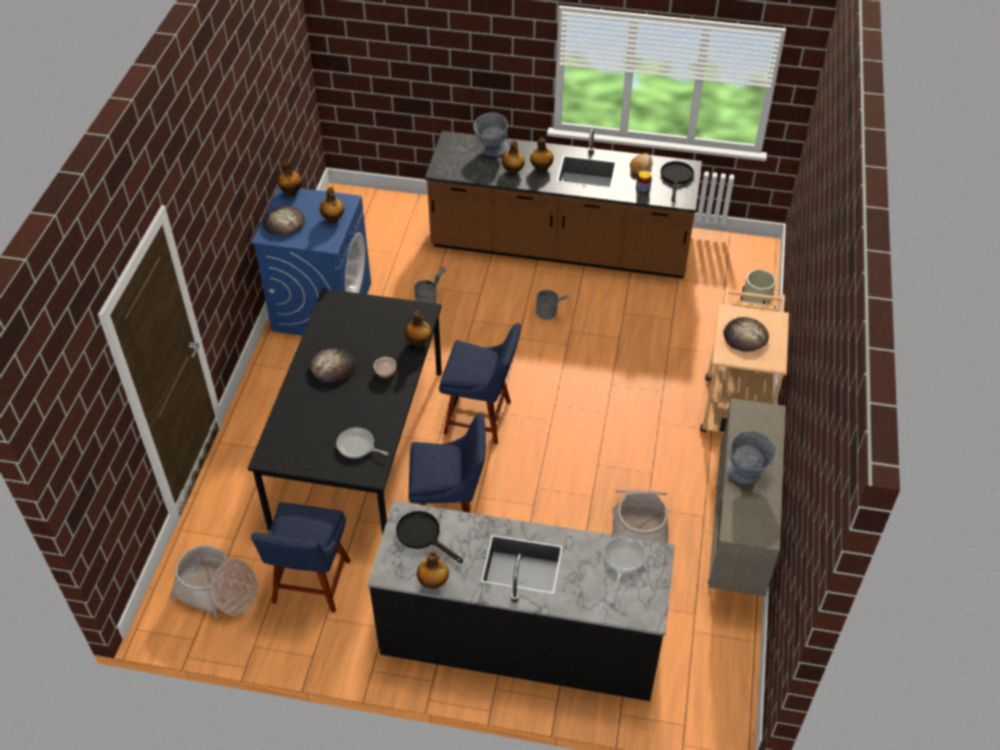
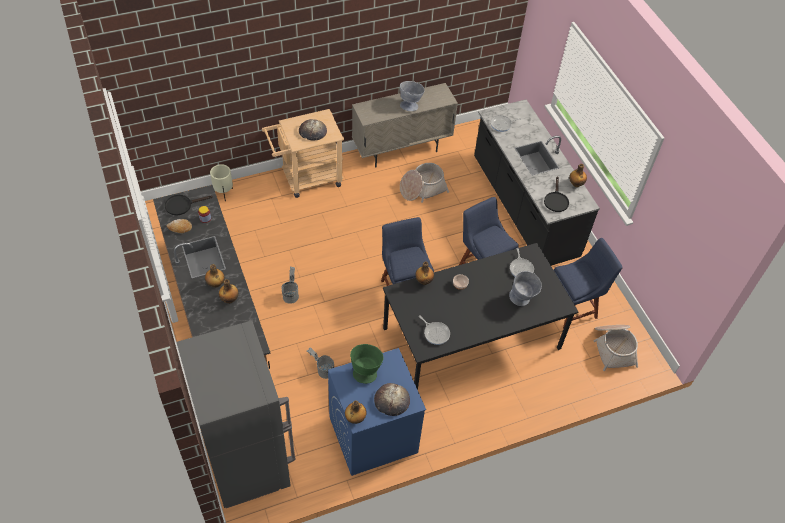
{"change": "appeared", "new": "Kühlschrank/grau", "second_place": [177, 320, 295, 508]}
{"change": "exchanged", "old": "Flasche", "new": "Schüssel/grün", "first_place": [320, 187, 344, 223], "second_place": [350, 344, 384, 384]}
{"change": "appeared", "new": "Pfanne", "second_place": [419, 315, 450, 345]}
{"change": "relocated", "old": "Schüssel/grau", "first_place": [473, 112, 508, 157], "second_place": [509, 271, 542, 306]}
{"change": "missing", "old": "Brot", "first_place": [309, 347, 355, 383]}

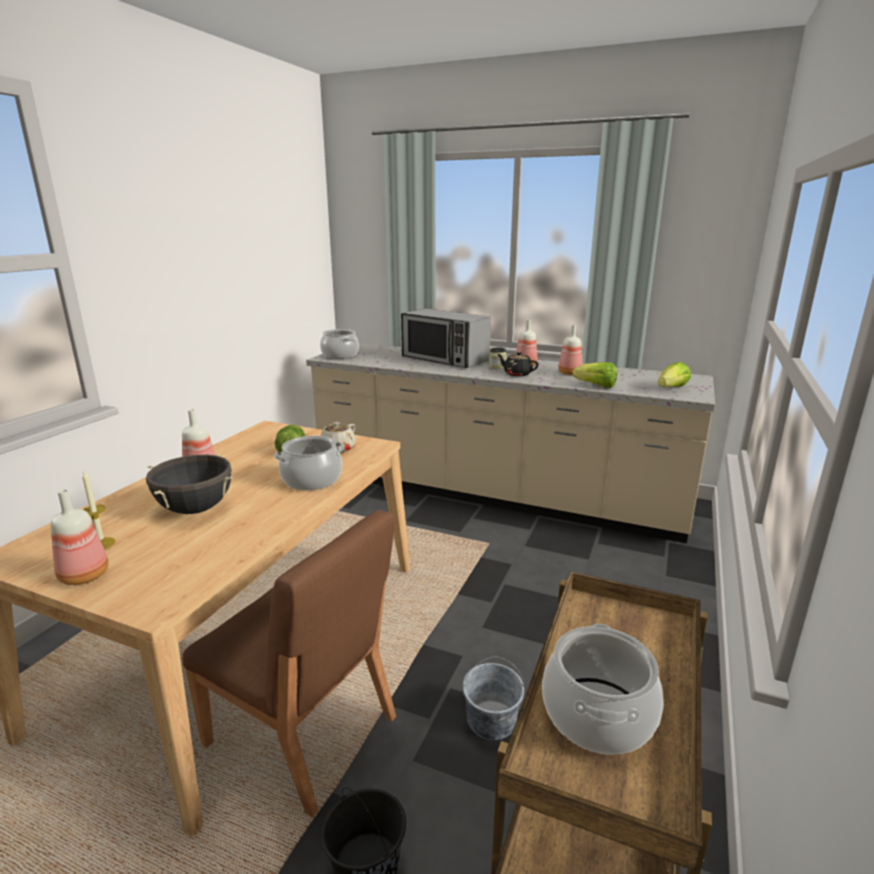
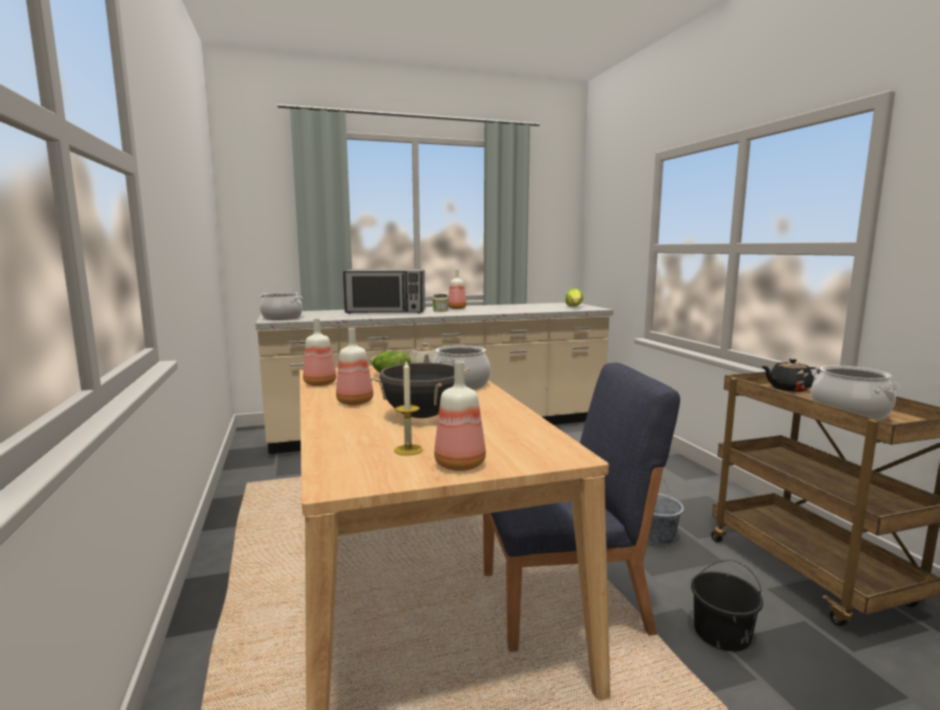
{"change": "relocated", "old": "Flasche", "first_place": [558, 325, 583, 375], "second_place": [303, 318, 336, 386]}
{"change": "colour", "old": "Stuhl/braun", "new": "Stuhl/blau", "first_place": [183, 510, 396, 817], "second_place": [483, 363, 680, 652]}
{"change": "relocated", "old": "Teekanne/schwarz", "first_place": [497, 352, 539, 376], "second_place": [761, 359, 819, 392]}
{"change": "missing", "old": "Salatkopf", "first_place": [573, 362, 617, 388]}

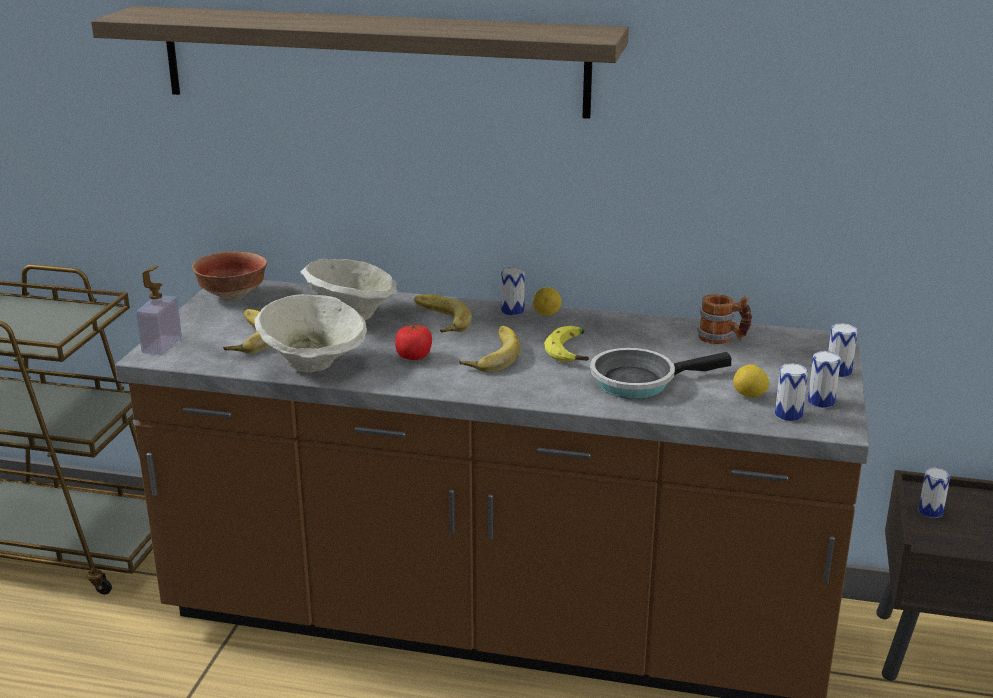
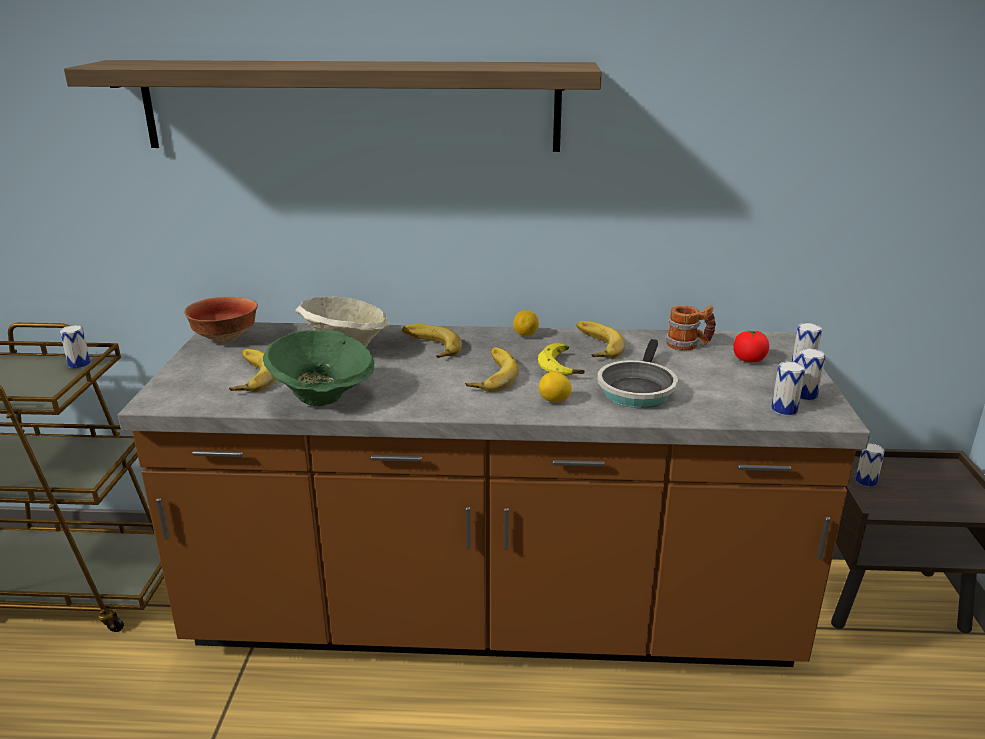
{"change": "relocated", "old": "Dose", "first_place": [501, 267, 525, 316], "second_place": [60, 325, 91, 368]}
{"change": "colour", "old": "Schüssel/beige", "new": "Schüssel/grün", "first_place": [255, 294, 367, 373], "second_place": [263, 330, 374, 406]}
{"change": "relocated", "old": "Zitrone", "first_place": [733, 364, 769, 398], "second_place": [539, 372, 572, 402]}
{"change": "appeared", "new": "Banane", "second_place": [577, 321, 625, 359]}
{"change": "spun", "old": "Pfanne", "first_place": [590, 348, 731, 399], "second_place": [597, 339, 678, 408], "degrees": -45}
{"change": "relocated", "old": "Tomate", "first_place": [395, 324, 432, 360], "second_place": [733, 330, 769, 362]}
{"change": "missing", "old": "Seifenspender", "first_place": [136, 266, 182, 355]}

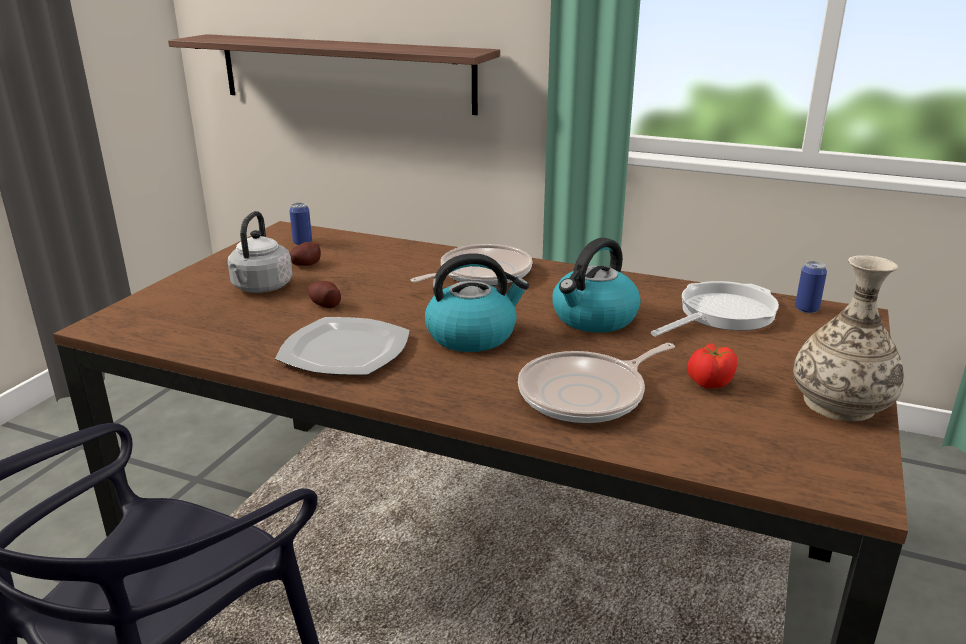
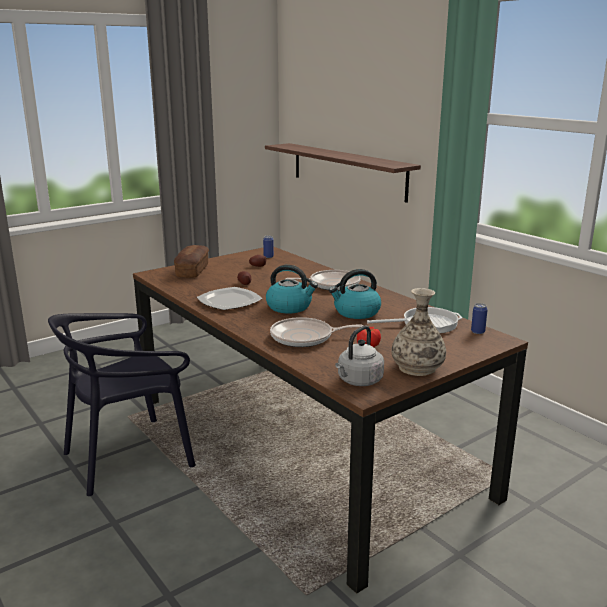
{"change": "appeared", "new": "Brot", "second_place": [174, 245, 209, 278]}
{"change": "relocated", "old": "Wasserkessel/grau", "first_place": [228, 211, 293, 293], "second_place": [335, 326, 384, 386]}

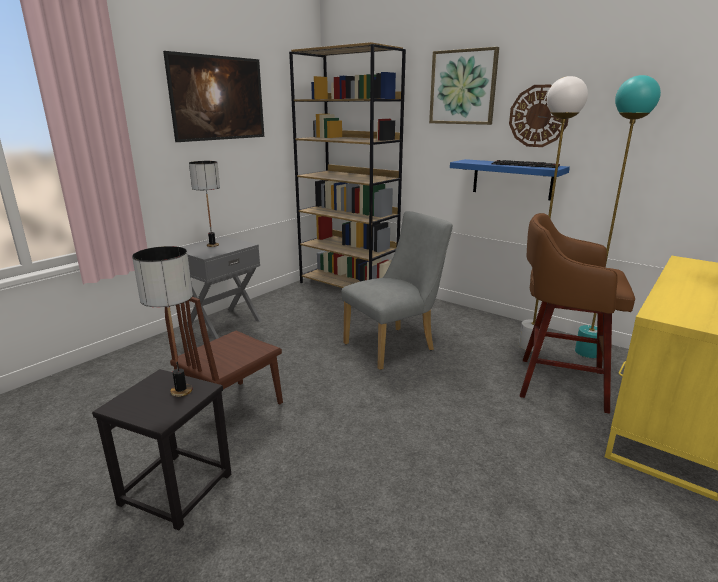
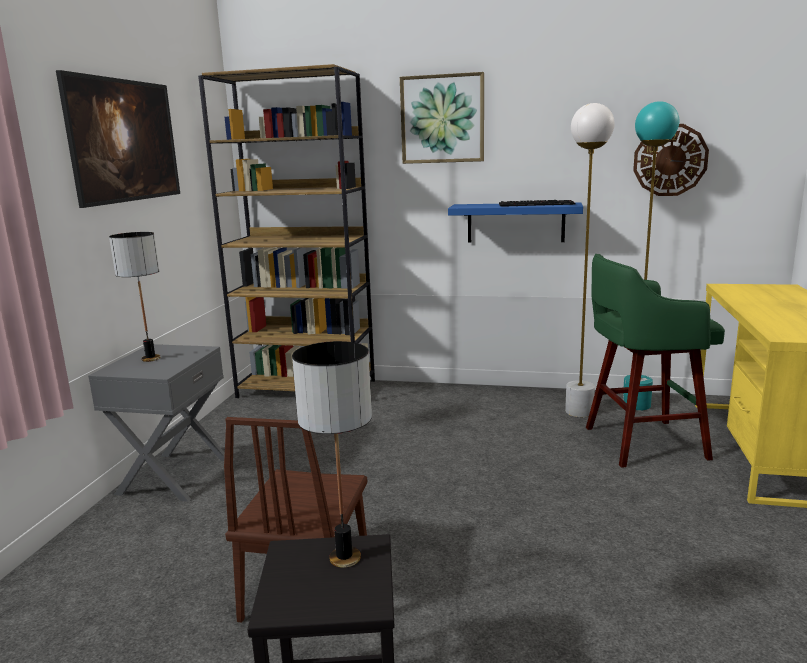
{"change": "colour", "old": "Hocker/braun", "new": "Hocker/grün", "first_place": [520, 213, 635, 414], "second_place": [586, 254, 725, 468]}
{"change": "relocated", "old": "Wanduhr", "first_place": [509, 84, 568, 147], "second_place": [633, 124, 709, 196]}
{"change": "missing", "old": "Stuhl/grau", "first_place": [341, 211, 453, 370]}

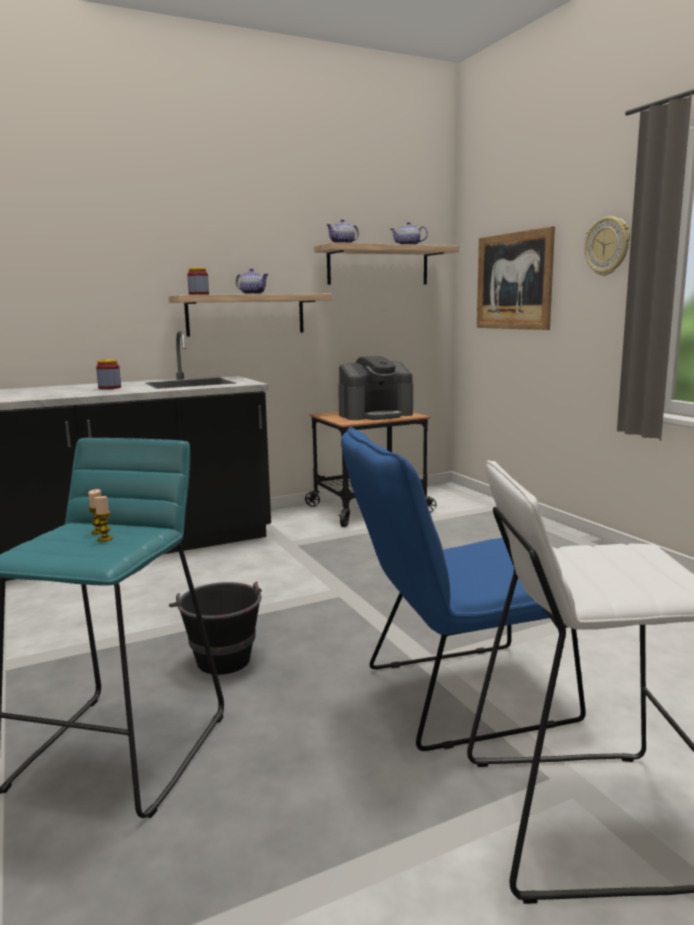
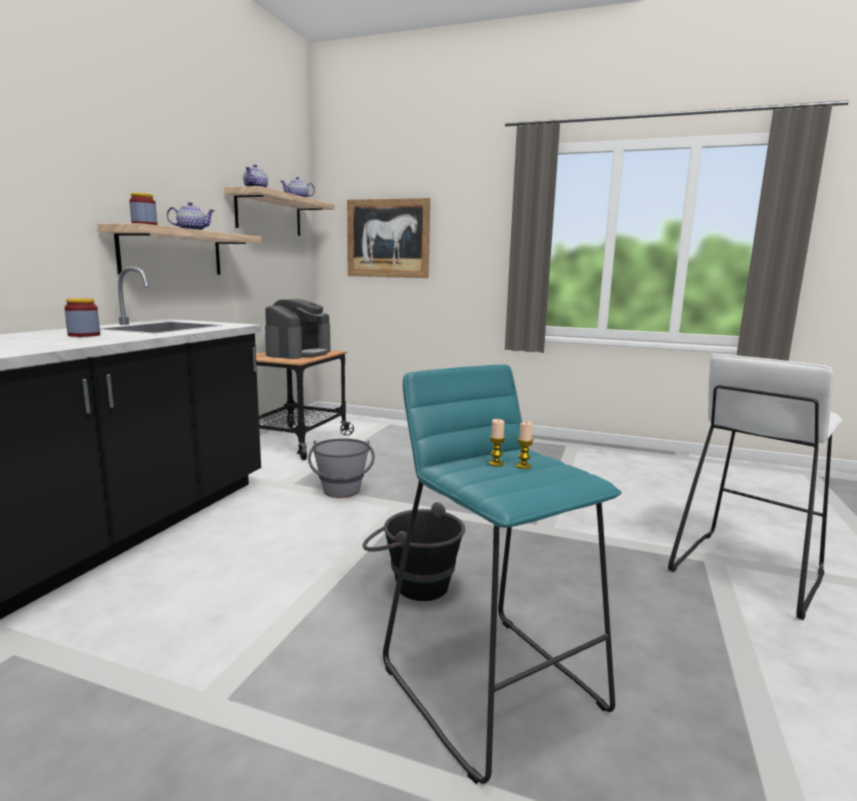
{"change": "appeared", "new": "Eimer/grau", "second_place": [308, 438, 375, 498]}
{"change": "missing", "old": "Stuhl/blau", "first_place": [341, 426, 586, 751]}
{"change": "missing", "old": "Wanduhr", "first_place": [584, 216, 630, 276]}

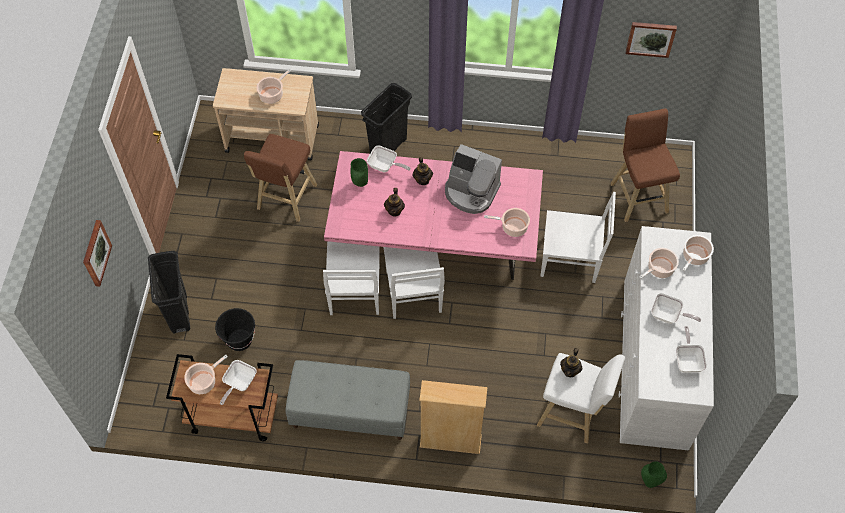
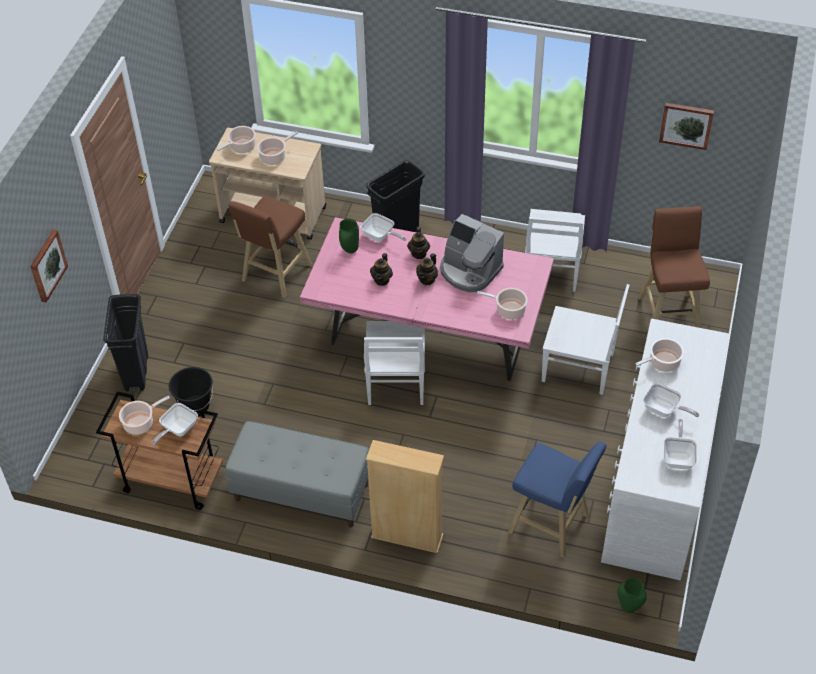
{"change": "relocated", "old": "Kochtopf", "first_place": [682, 235, 714, 271], "second_place": [217, 126, 256, 153]}
{"change": "relocated", "old": "Teekanne", "first_place": [560, 348, 582, 377], "second_place": [416, 253, 438, 285]}
{"change": "colour", "old": "Hocker/weiß", "new": "Hocker/blau", "first_place": [537, 353, 625, 444], "second_place": [508, 441, 607, 558]}
{"change": "relocated", "old": "Stuhl/weiß", "first_place": [323, 242, 380, 315], "second_place": [525, 209, 585, 292]}

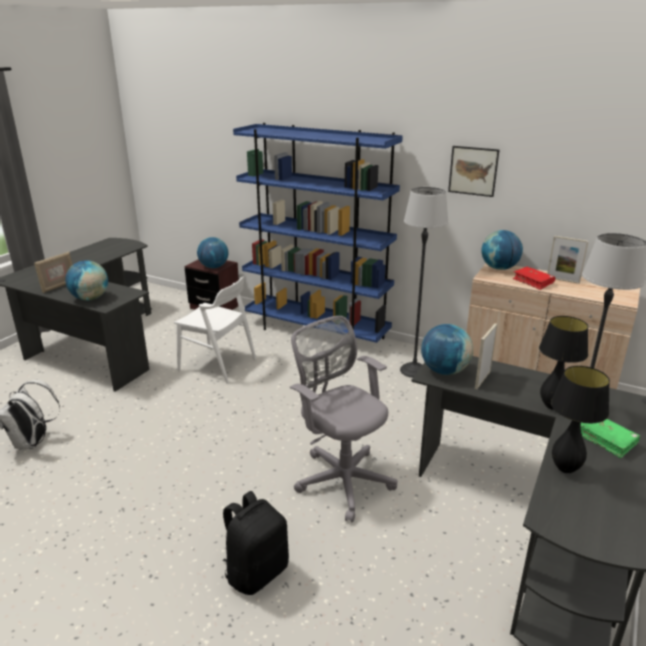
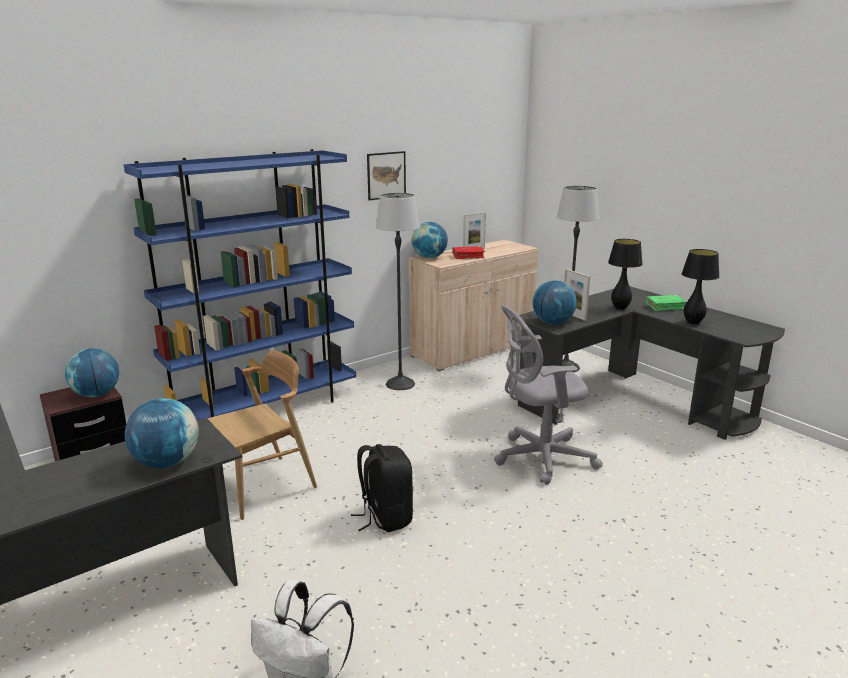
{"change": "colour", "old": "Stuhl/weiß", "new": "Stuhl/braun", "first_place": [174, 277, 256, 384], "second_place": [207, 350, 317, 520]}
{"change": "relocated", "old": "Rucksack/schwarz", "first_place": [223, 491, 289, 595], "second_place": [351, 444, 413, 532]}
{"change": "missing", "old": "Bilderrahmen", "first_place": [34, 252, 72, 293]}

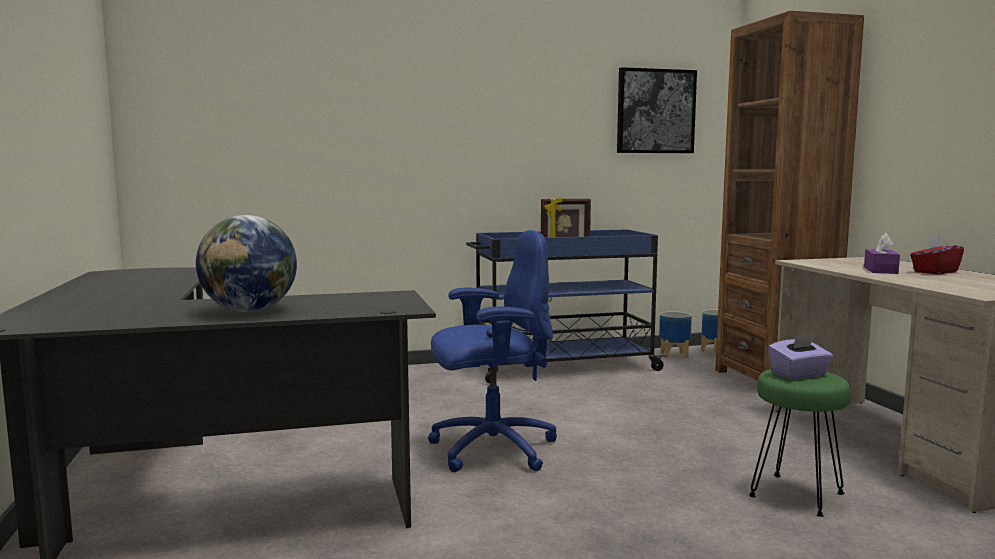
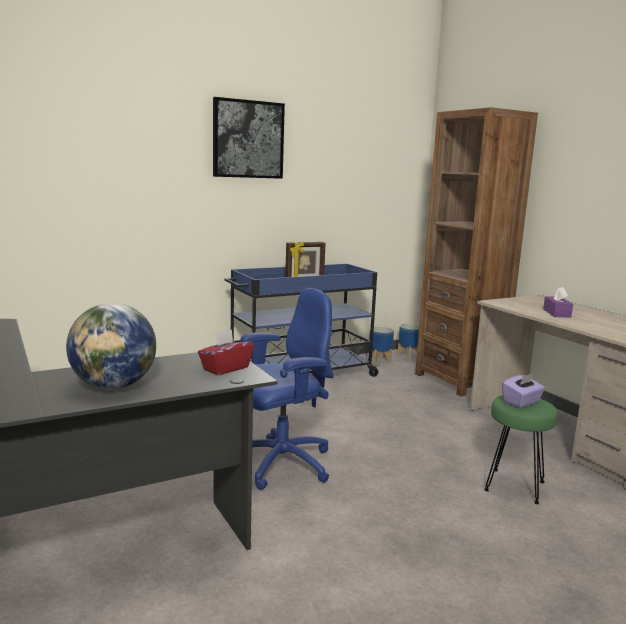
{"change": "relocated", "old": "Taschentuchbox/rot", "first_place": [910, 235, 964, 274], "second_place": [198, 329, 254, 375]}
{"change": "relocated", "old": "Bild", "first_place": [617, 67, 697, 153], "second_place": [213, 97, 285, 179]}

